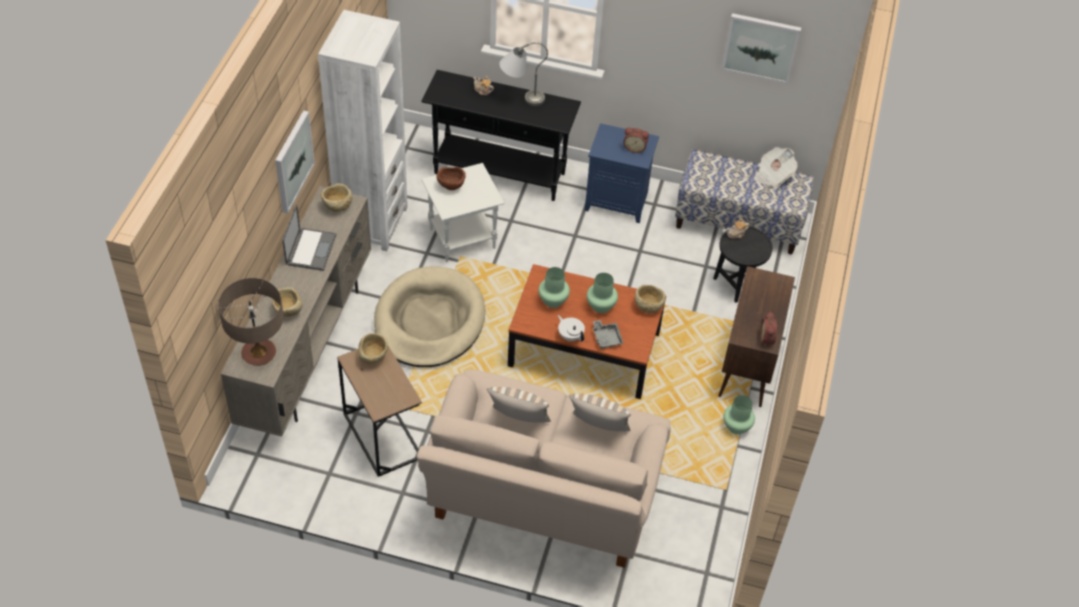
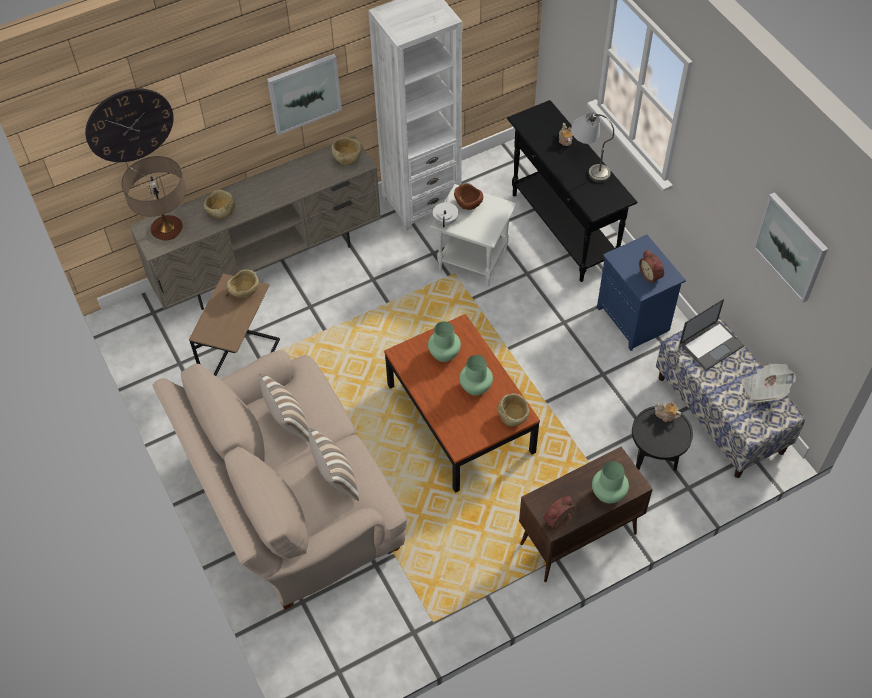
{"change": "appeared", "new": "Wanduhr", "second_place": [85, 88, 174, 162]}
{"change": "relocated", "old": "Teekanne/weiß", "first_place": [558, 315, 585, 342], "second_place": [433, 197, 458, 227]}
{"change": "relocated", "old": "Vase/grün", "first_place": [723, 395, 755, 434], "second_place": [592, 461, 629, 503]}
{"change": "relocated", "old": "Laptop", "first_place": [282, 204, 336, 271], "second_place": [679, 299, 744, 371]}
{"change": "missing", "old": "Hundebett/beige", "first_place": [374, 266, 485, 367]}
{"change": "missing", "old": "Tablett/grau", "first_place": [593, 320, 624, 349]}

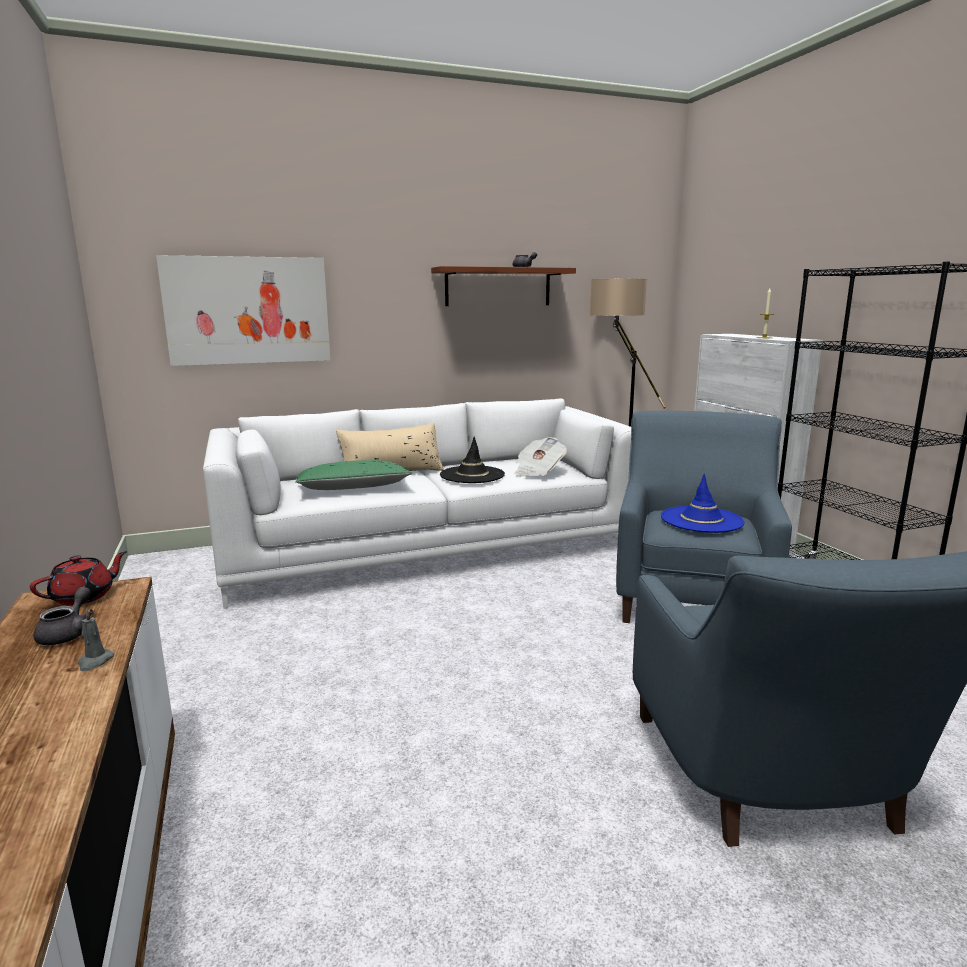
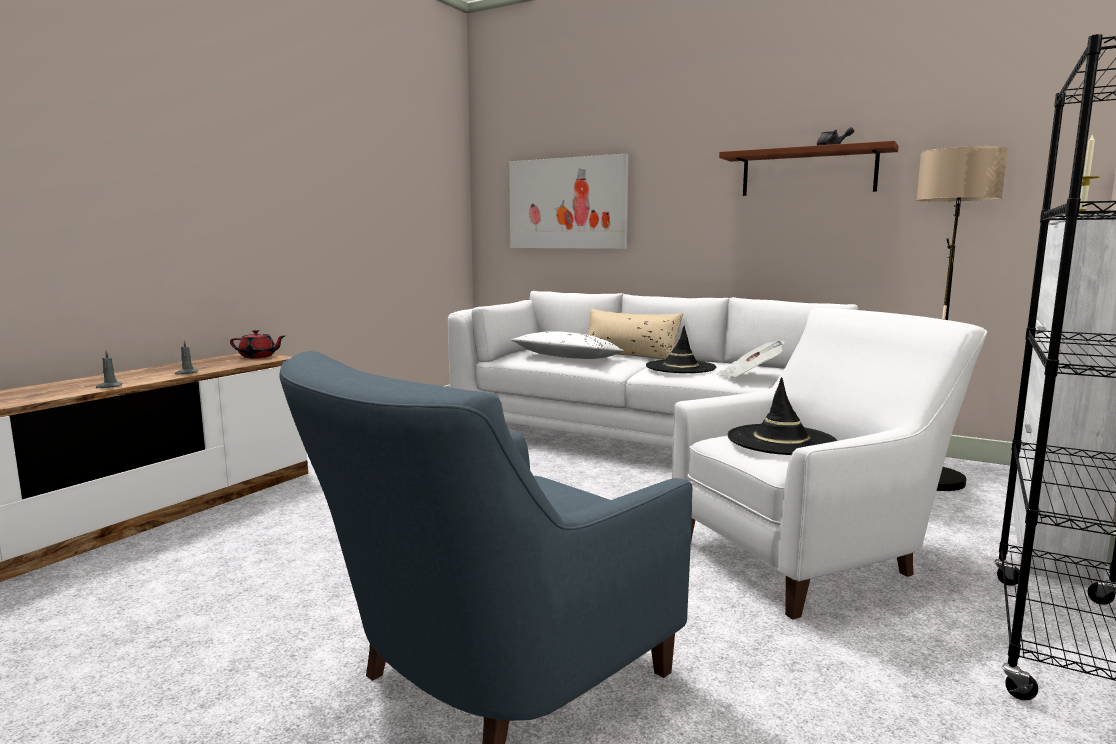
{"change": "appeared", "new": "Kerze/grau", "second_place": [96, 351, 123, 388]}
{"change": "colour", "old": "Kissen/grün", "new": "Kissen/weiß", "first_place": [295, 460, 412, 490], "second_place": [511, 331, 624, 359]}
{"change": "colour", "old": "Sessel/blau", "new": "Sessel/weiß", "first_place": [616, 411, 792, 623], "second_place": [672, 308, 987, 620]}
{"change": "colour", "old": "Hut/blau", "new": "Hut/schwarz", "first_place": [661, 474, 744, 533], "second_place": [727, 377, 837, 455]}
{"change": "missing", "old": "Teekanne/grau", "first_place": [33, 587, 94, 645]}

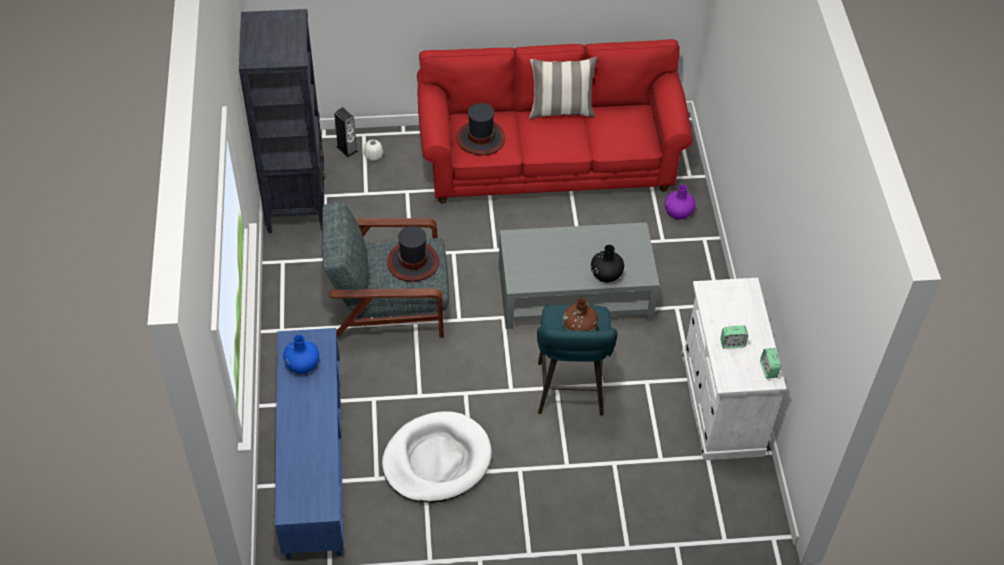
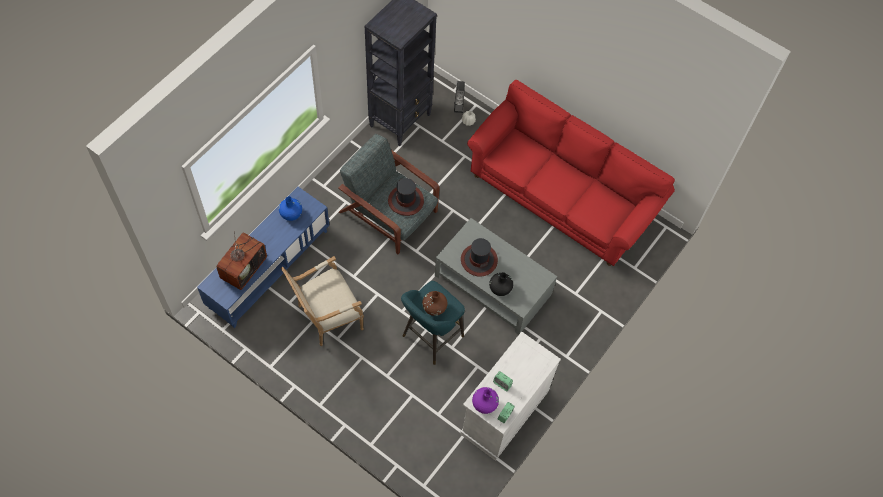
{"change": "appeared", "new": "Fernseher", "second_place": [216, 231, 267, 290]}
{"change": "exchanged", "old": "Hundebett/weiß", "new": "Sessel", "first_place": [382, 411, 492, 503], "second_place": [281, 256, 364, 346]}
{"change": "relocated", "old": "Hut", "first_place": [456, 103, 505, 155], "second_place": [461, 238, 498, 277]}
{"change": "relocated", "old": "Vase/lila", "first_place": [665, 184, 695, 220], "second_place": [472, 387, 499, 414]}
{"change": "missing", "old": "Kissen", "first_place": [529, 57, 598, 119]}

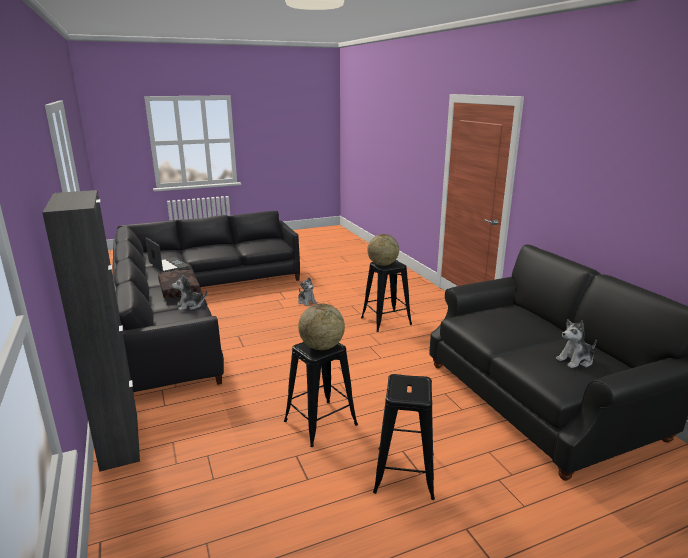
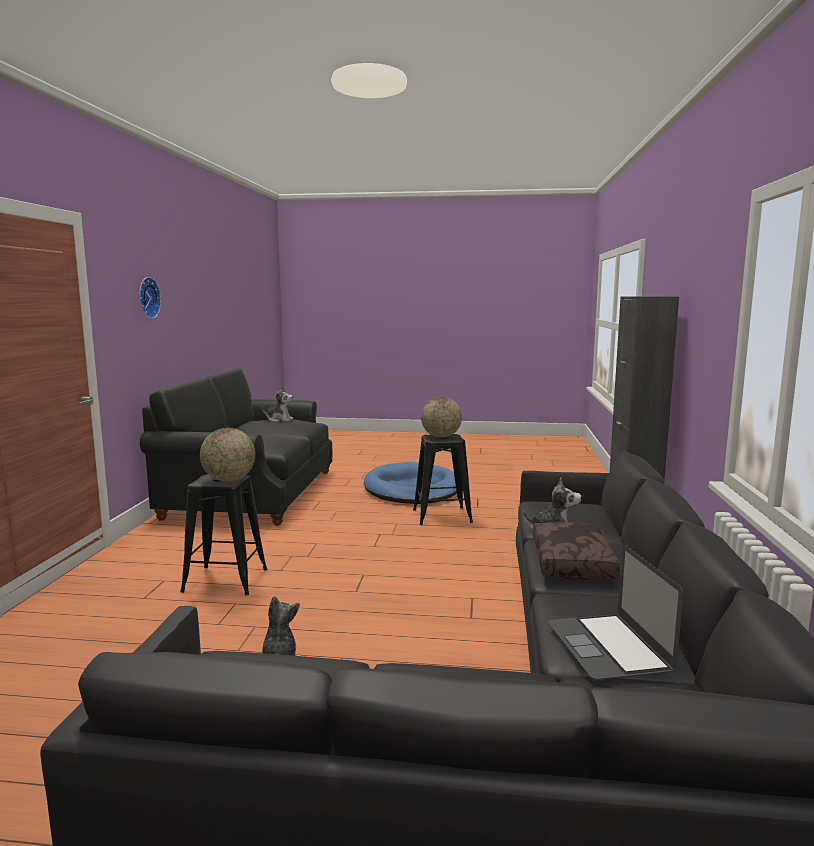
{"change": "appeared", "new": "Wanduhr", "second_place": [139, 277, 161, 319]}
{"change": "exchanged", "old": "Hocker/schwarz", "new": "Hundebett/blau", "first_place": [373, 374, 435, 500], "second_place": [364, 462, 457, 504]}

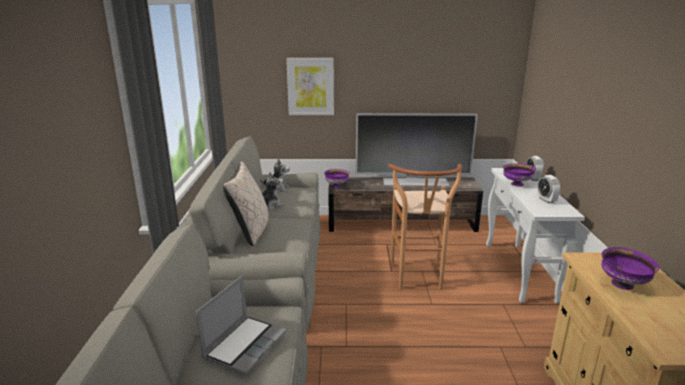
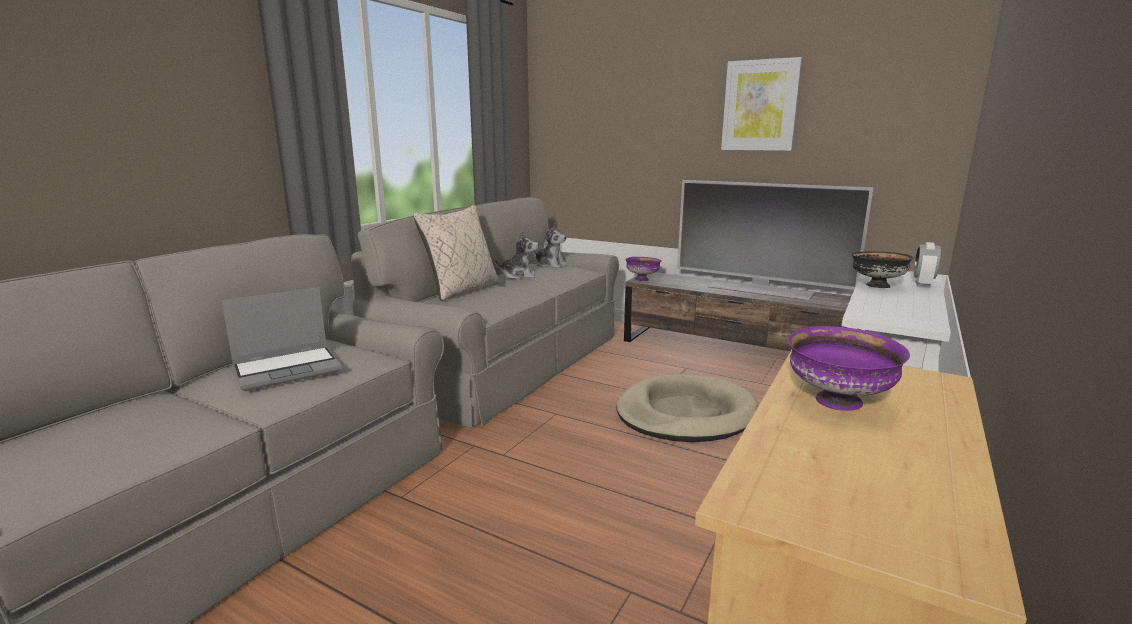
{"change": "exchanged", "old": "Hocker/braun", "new": "Hundebett/beige", "first_place": [388, 164, 462, 289], "second_place": [616, 374, 758, 442]}
{"change": "relocated", "old": "Bild", "first_place": [286, 58, 334, 115], "second_place": [721, 57, 802, 151]}
{"change": "colour", "old": "Schüssel/lila", "new": "Schüssel/schwarz", "first_place": [503, 163, 536, 186], "second_place": [851, 251, 913, 288]}
{"change": "missing", "old": "Wecker", "first_place": [537, 175, 560, 203]}

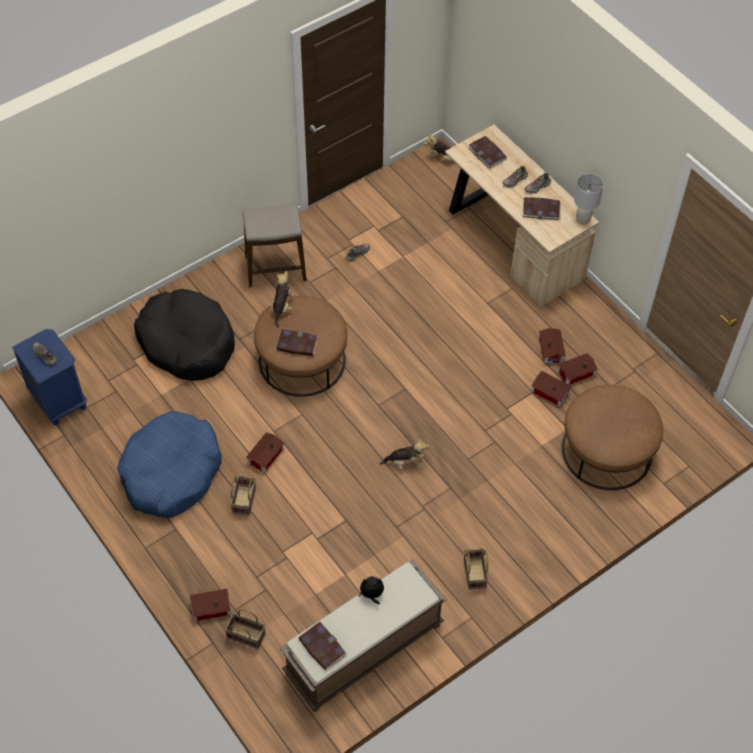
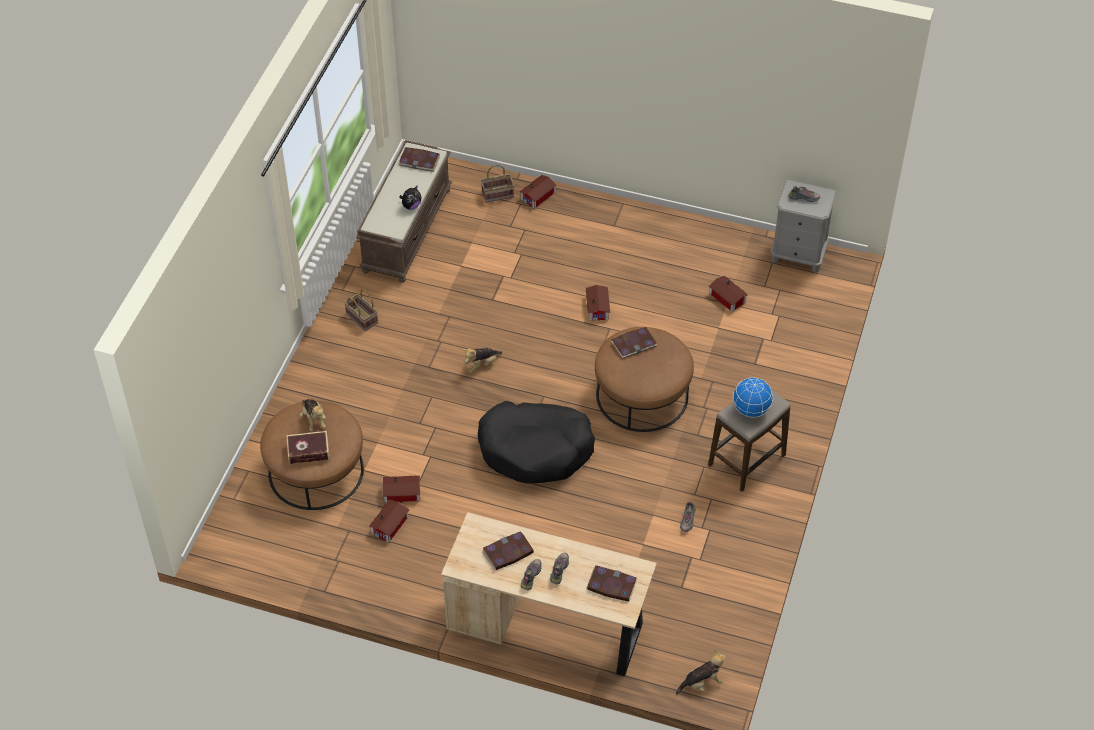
{"change": "appeared", "new": "Buch", "second_place": [287, 431, 330, 464]}
{"change": "relocated", "old": "Plüschtier", "first_place": [271, 271, 294, 328], "second_place": [300, 399, 326, 431]}
{"change": "relocated", "old": "Hundebett/schwarz", "first_place": [134, 289, 235, 381], "second_place": [478, 401, 595, 483]}
{"change": "relocated", "old": "Spielzeughaus", "first_place": [539, 328, 566, 364], "second_place": [709, 276, 748, 312]}
{"change": "appeared", "new": "Globus", "second_place": [733, 378, 773, 417]}
{"change": "colour", "old": "Nachttisch/blau", "new": "Nachttisch/grau", "first_place": [12, 329, 87, 425], "second_place": [770, 180, 837, 273]}
{"change": "missing", "old": "Hundebett/blau", "first_place": [117, 411, 222, 518]}
{"change": "missing", "old": "Korb", "first_place": [231, 475, 256, 516]}
{"change": "missing", "old": "Tischlampe/grau", "first_place": [574, 174, 604, 225]}

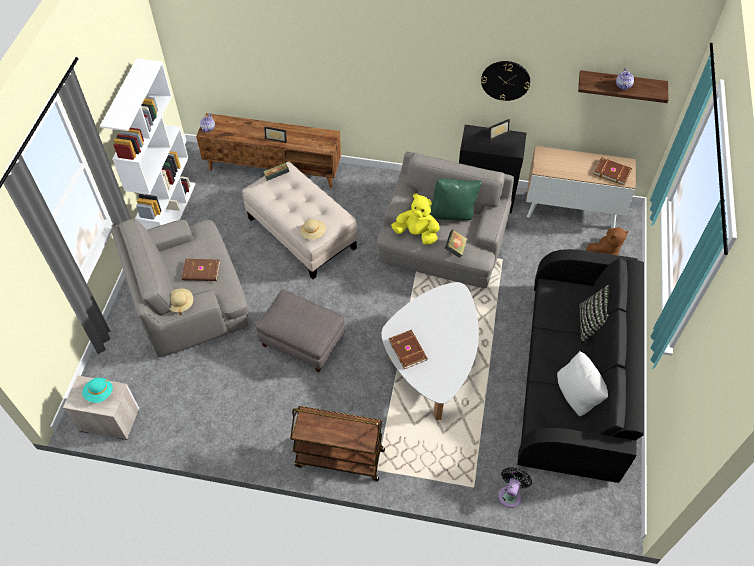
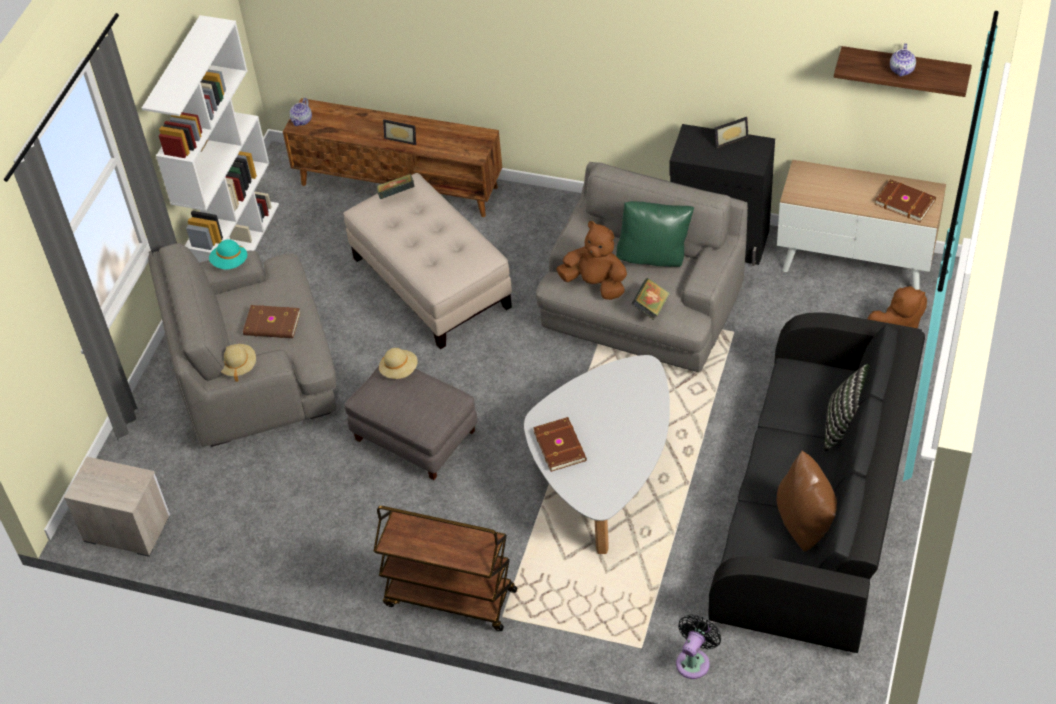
{"change": "relocated", "old": "Hut/türkis", "first_place": [82, 378, 113, 403], "second_place": [209, 239, 247, 269]}
{"change": "relocated", "old": "Hut/beige", "first_place": [301, 219, 326, 239], "second_place": [379, 348, 418, 379]}
{"change": "colour", "old": "Plüschtier/gelb", "new": "Plüschtier/braun", "first_place": [391, 193, 440, 245], "second_place": [556, 221, 627, 300]}
{"change": "colour", "old": "Kissen/weiß", "new": "Kissen/braun", "first_place": [557, 351, 608, 416], "second_place": [777, 450, 837, 552]}
{"change": "missing", "old": "Wanduhr", "first_place": [481, 61, 530, 101]}

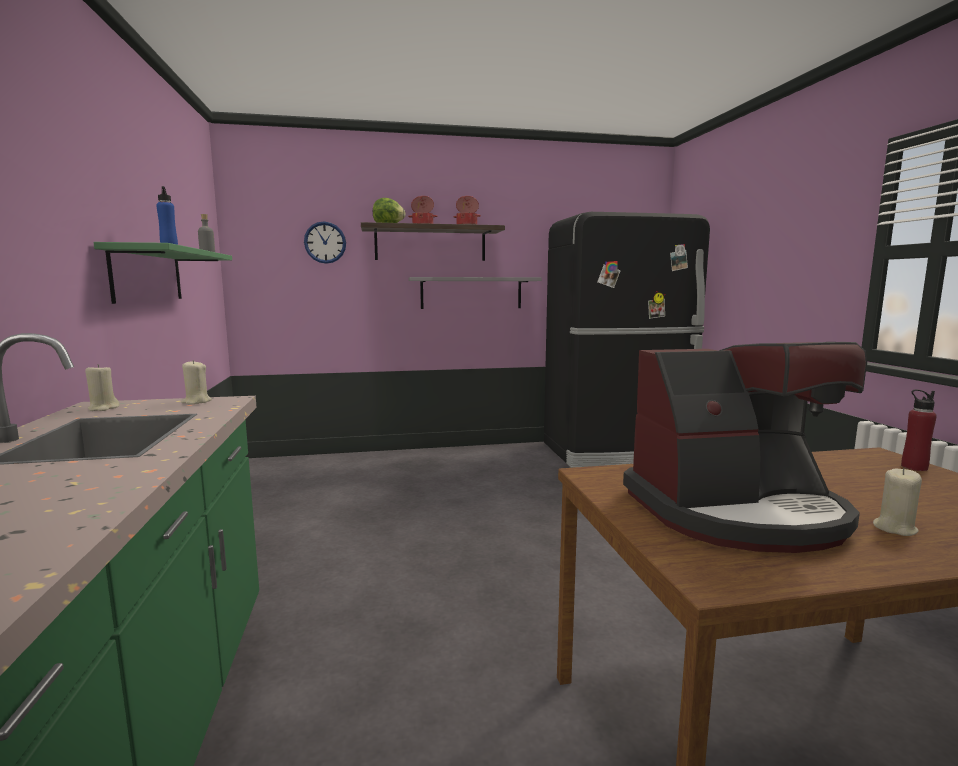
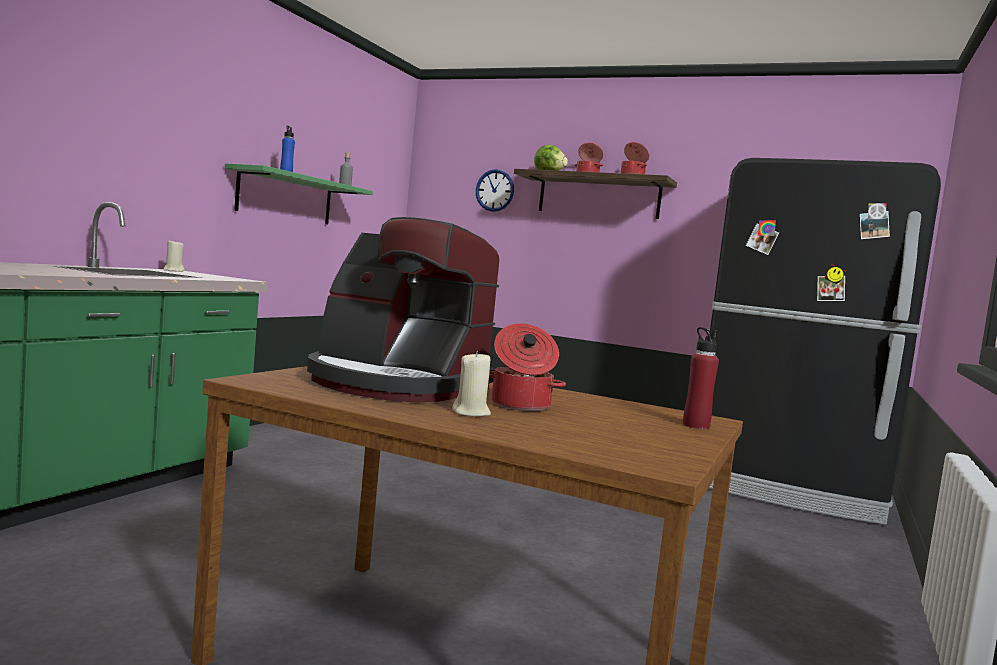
{"change": "appeared", "new": "Kochtopf", "second_place": [489, 323, 566, 411]}
{"change": "missing", "old": "Kerze/beige", "first_place": [181, 360, 212, 404]}
{"change": "missing", "old": "Wandregal/grau", "first_place": [408, 277, 542, 309]}

